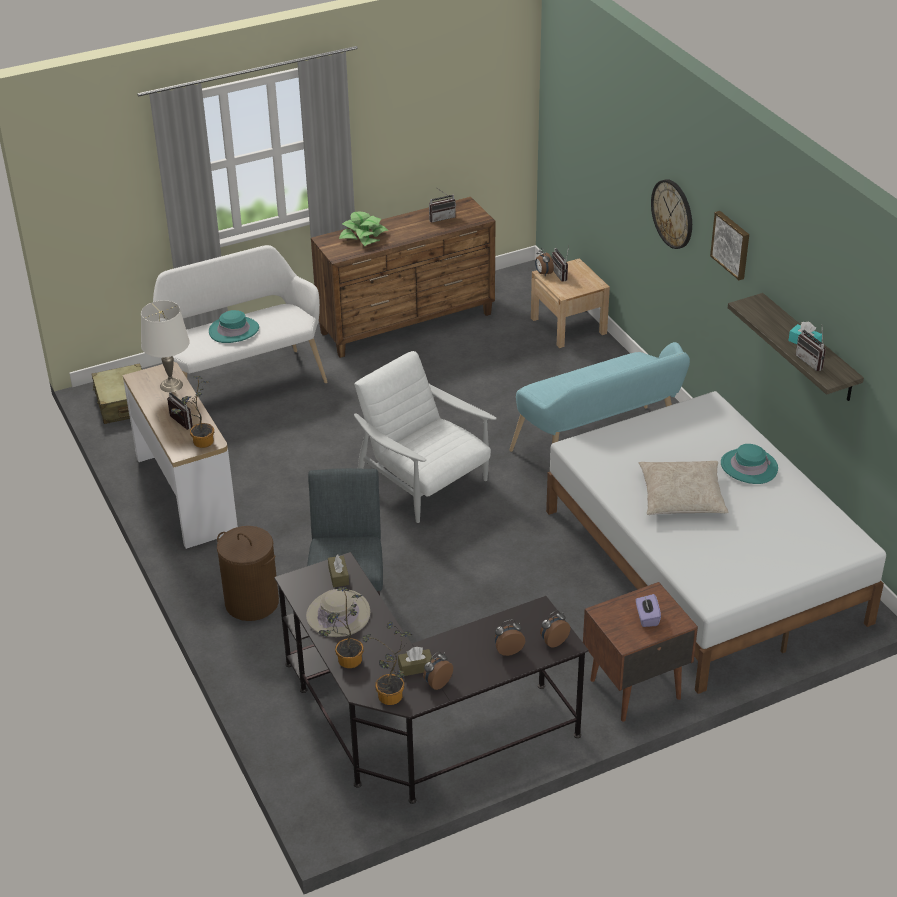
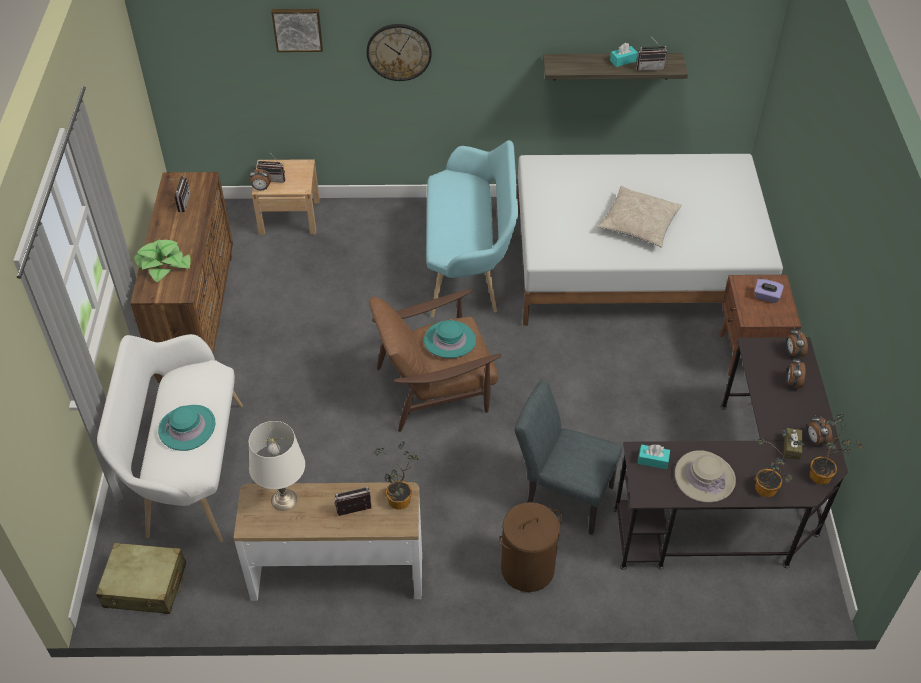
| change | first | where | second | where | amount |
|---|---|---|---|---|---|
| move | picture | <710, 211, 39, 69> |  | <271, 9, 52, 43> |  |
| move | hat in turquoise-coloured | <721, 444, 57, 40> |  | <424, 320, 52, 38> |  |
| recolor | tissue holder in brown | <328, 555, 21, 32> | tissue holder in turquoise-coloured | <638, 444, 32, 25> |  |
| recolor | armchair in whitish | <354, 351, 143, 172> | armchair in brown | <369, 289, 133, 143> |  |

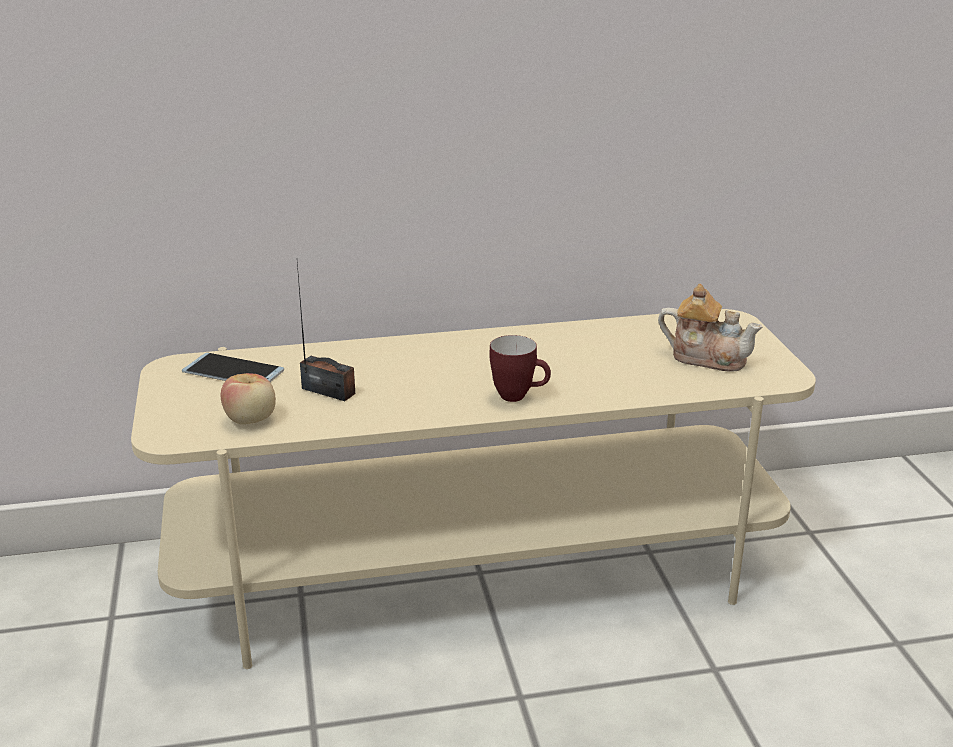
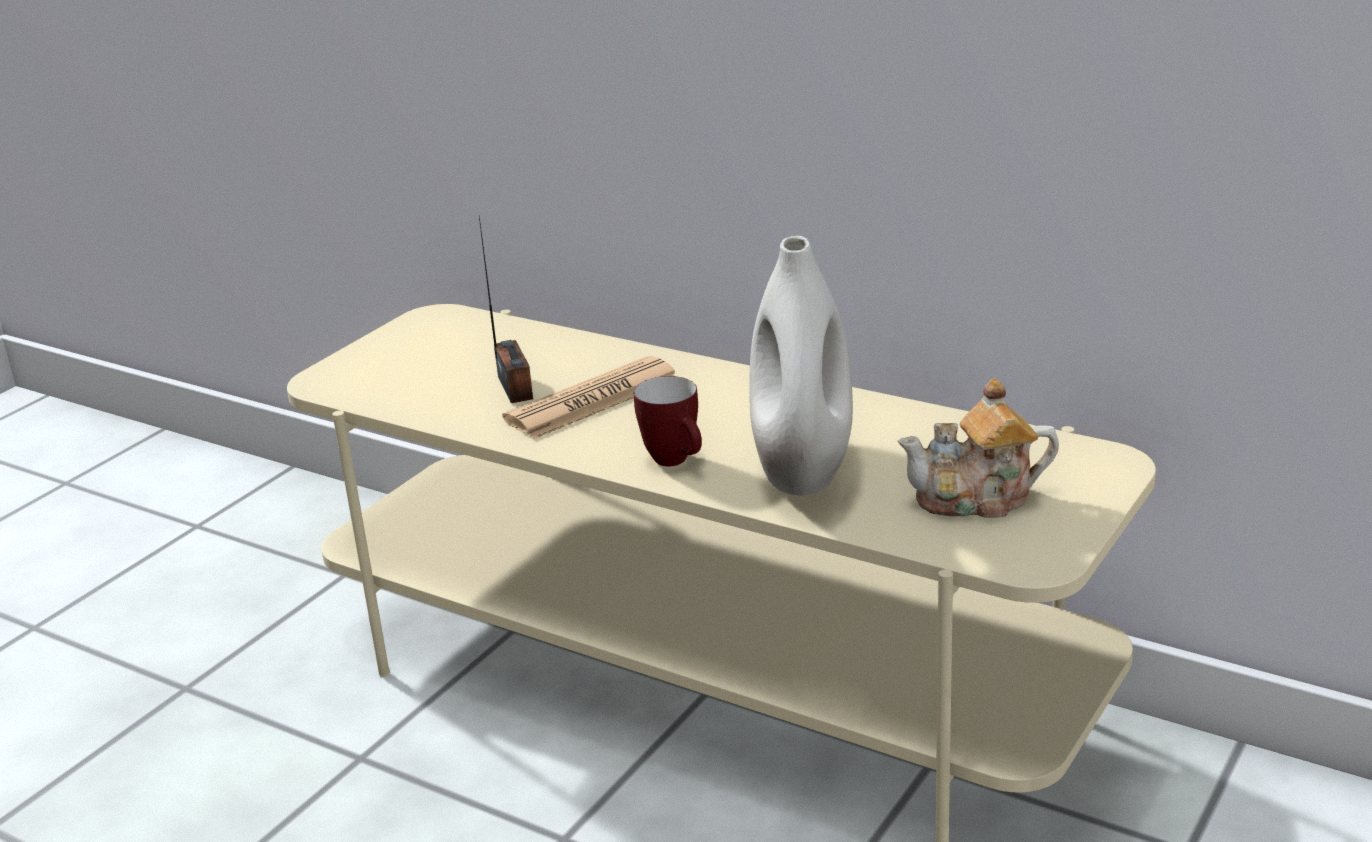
| change | first | where | second | where | amount |
|---|---|---|---|---|---|
| delete | telephone | <182, 353, 102, 29> |  |  |  |
| delete | apple | <221, 373, 55, 51> |  |  |  |
| insert |  |  | printed paper | <502, 356, 173, 83> |  |
| insert |  |  | decorative vase in whitish | <749, 236, 104, 260> |  |
| rotate | teapot | <658, 284, 105, 87> |  | <898, 378, 161, 140> | 105 degrees clockwise |

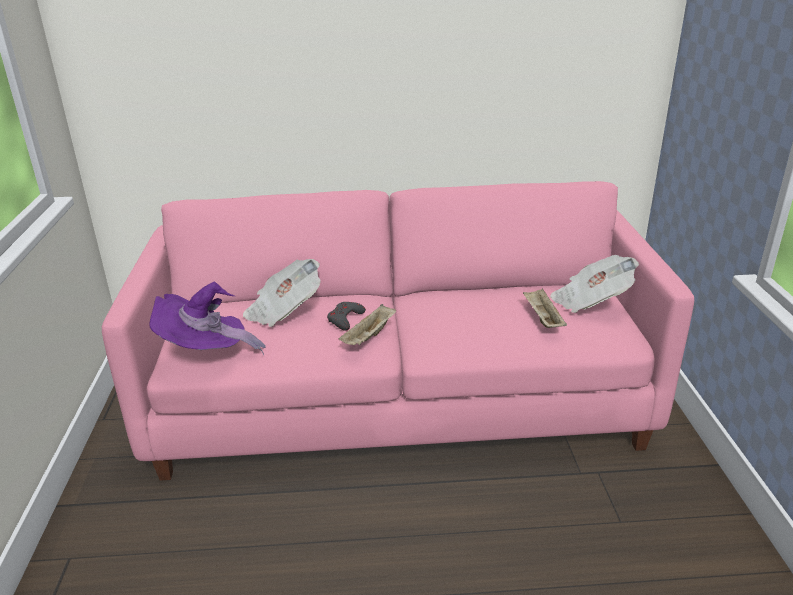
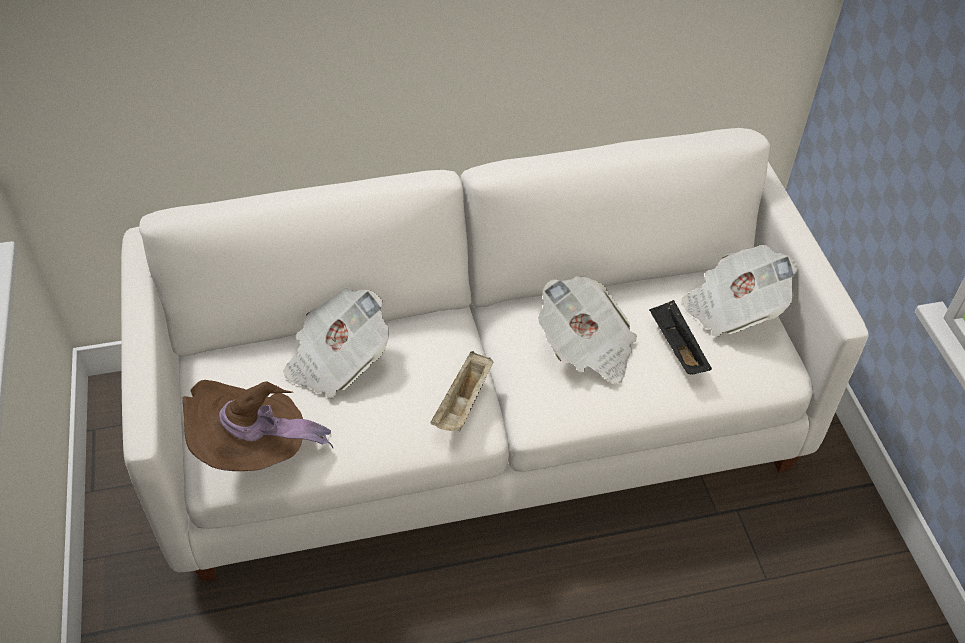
| change | first | where | second | where | amount |
|---|---|---|---|---|---|
| delete | gamepad in gray | <327, 302, 39, 29> |  |  |  |
| insert |  |  | printed paper | <538, 276, 99, 108> |  |
| recolor | couch in pink | <102, 181, 592, 300> | couch in whitish | <121, 128, 748, 454> |  |
| recolor | hat in purplish | <149, 282, 117, 74> | hat in brown | <182, 380, 151, 91> |  |
| recolor | serving tray in sand-coloured | <523, 288, 44, 40> | serving tray in black | <649, 300, 63, 74> |  |

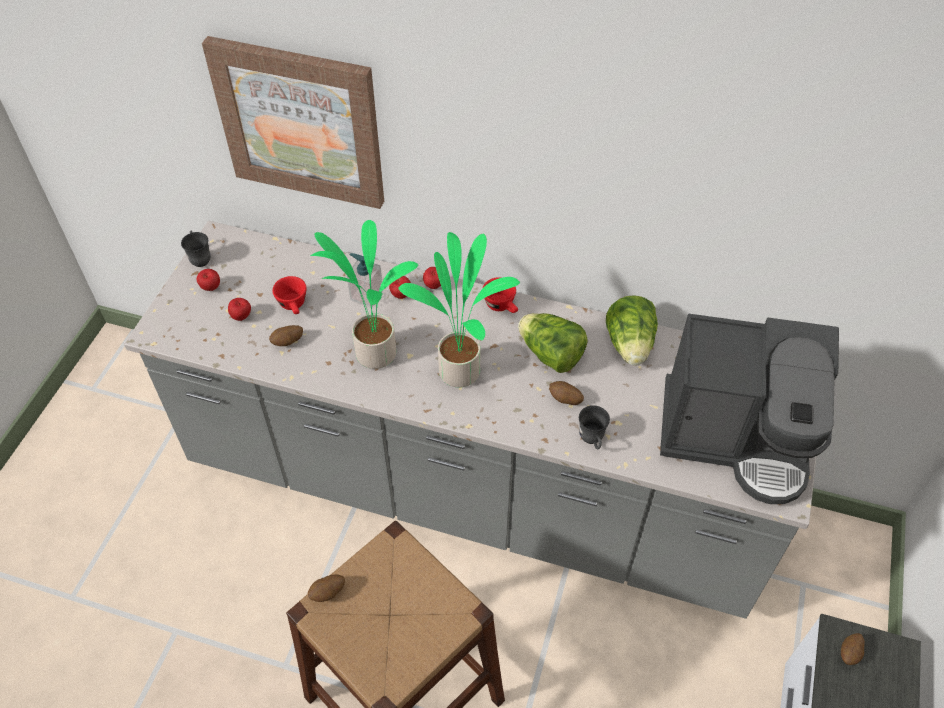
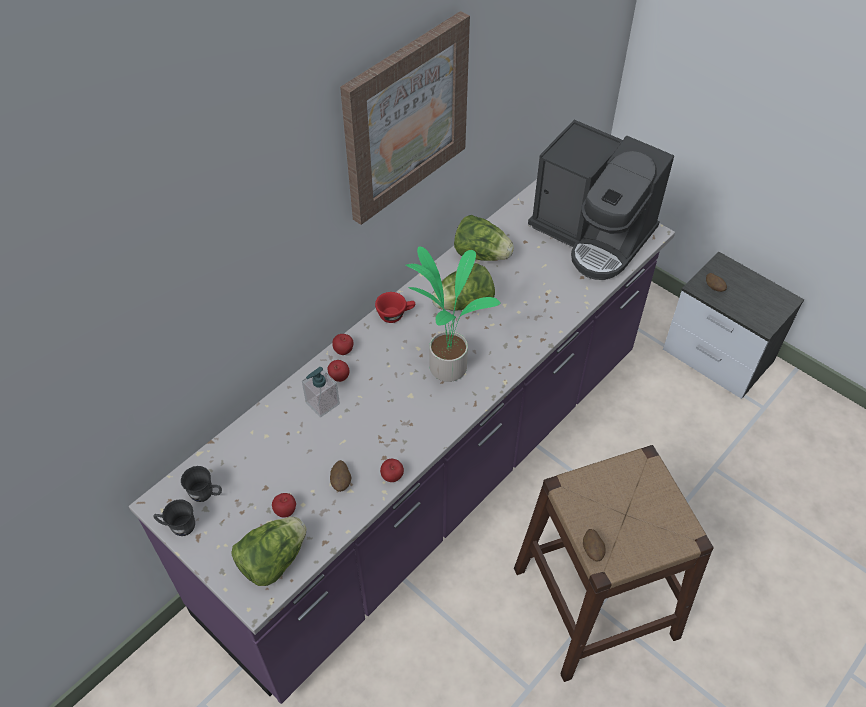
| change | first | where | second | where | amount |
|---|---|---|---|---|---|
| delete | cup in red-coloured | <272, 276, 35, 38> |  |  |  |
| delete | houseplant | <310, 220, 108, 149> |  |  |  |
| delete | spud | <549, 381, 35, 24> |  |  |  |
| insert |  |  | lettuce head | <231, 517, 76, 69> |  |
| move | apple | <197, 269, 23, 22> |  | <380, 459, 24, 23> |  |
| move | picture | <202, 36, 182, 173> |  | <340, 11, 130, 214> |  |
| move | coffee mug in gray | <579, 405, 31, 44> |  | <181, 466, 41, 36> |  |
| recolor | kitchen counter in gray | <124, 221, 692, 398> | kitchen counter in purplish | <129, 179, 546, 525> |  |
| rotate | coffee machine | <660, 313, 179, 191> |  | <528, 120, 146, 160> | 90 degrees clockwise |

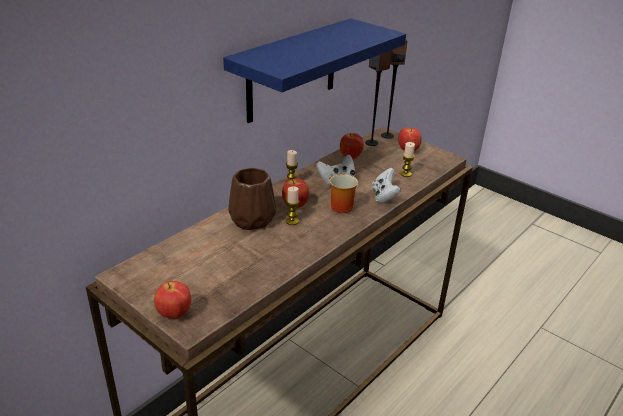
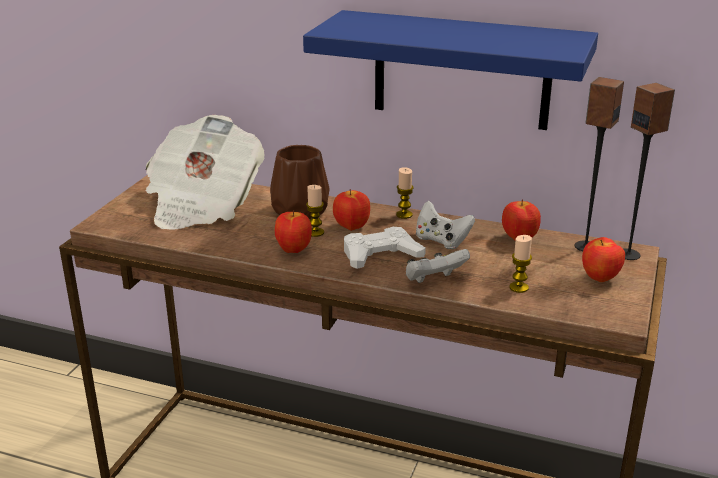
| change | first | where | second | where | amount |
|---|---|---|---|---|---|
| insert |  |  | printed paper | <145, 115, 120, 115> |  |
| move | apple | <154, 281, 37, 38> |  | <275, 211, 37, 42> |  |
| replace | coffee mug | <329, 174, 29, 39> | gamepad in whitish | <344, 227, 82, 42> |  |

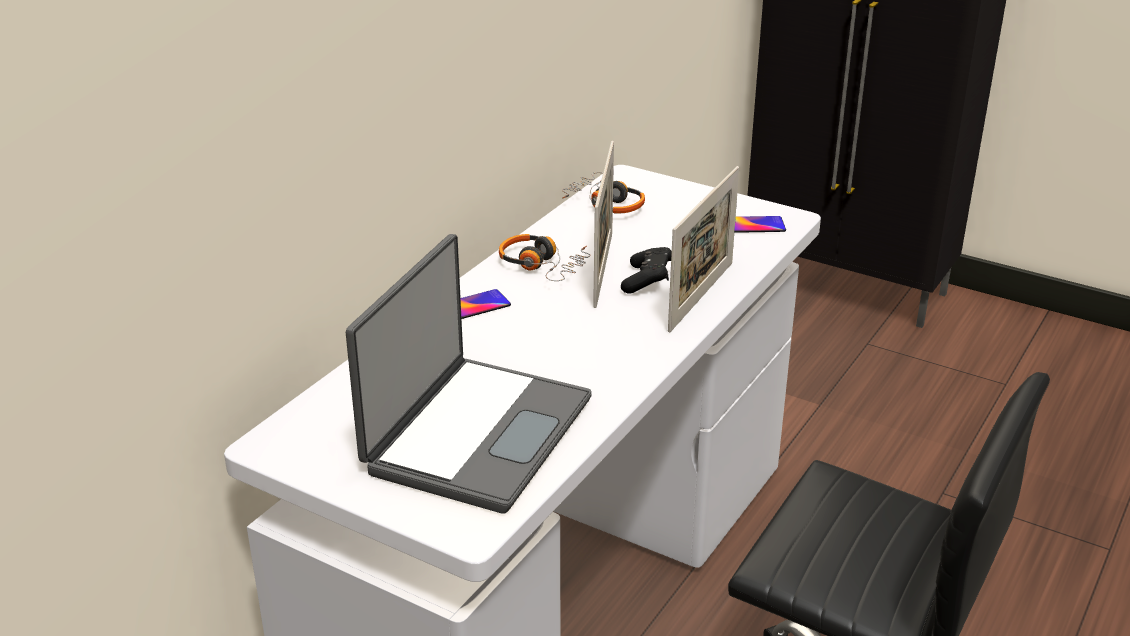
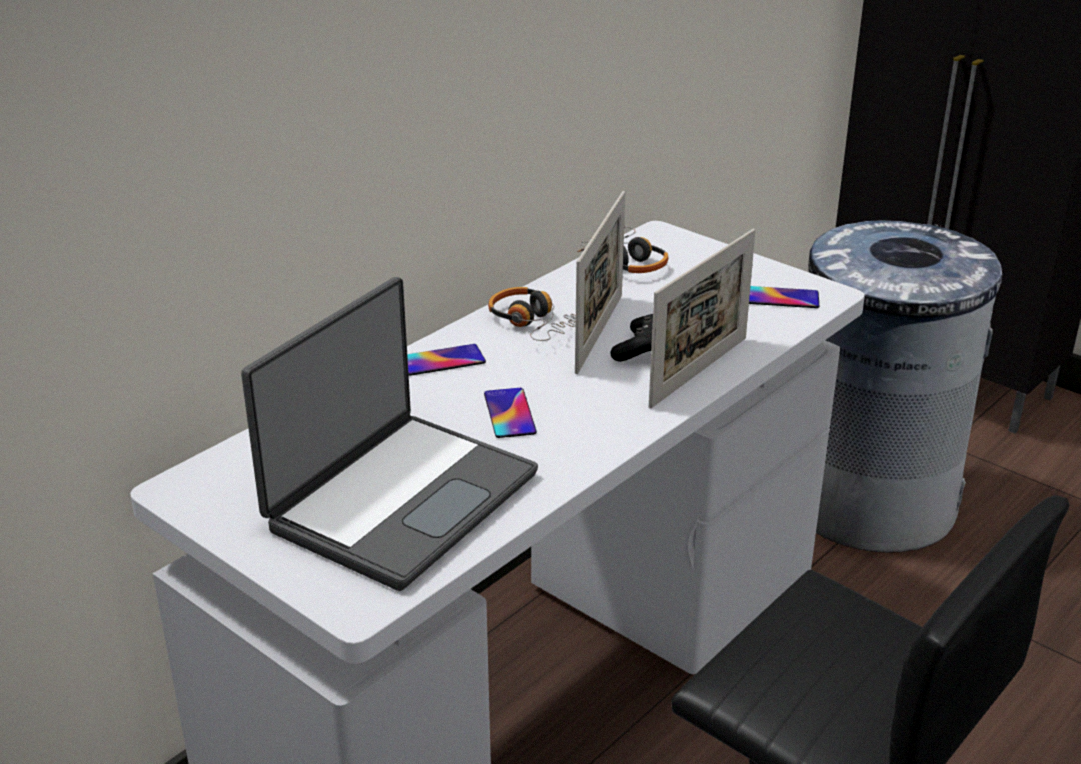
| change | first | where | second | where | amount |
|---|---|---|---|---|---|
| insert |  |  | telephone | <484, 388, 53, 50> |  |
| insert |  |  | waste bin in gray | <808, 220, 194, 333> |  |

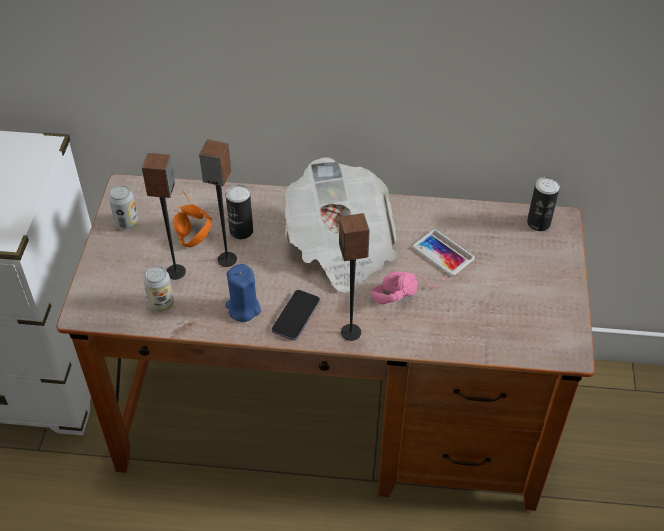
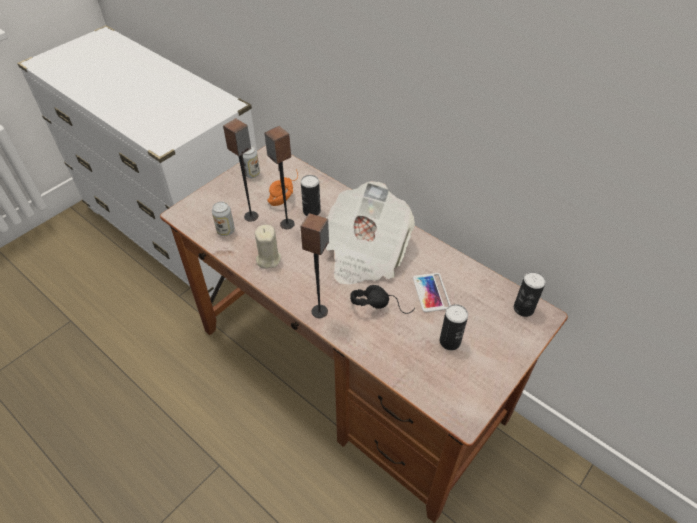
| change | first | where | second | where | amount |
|---|---|---|---|---|---|
| delete | telephone | <272, 290, 48, 50> |  |  |  |
| insert |  |  | can | <440, 304, 28, 46> |  |
| recolor | wax candle in bluish | <225, 264, 36, 58> | wax candle in sand-coloured | <255, 225, 26, 44> |  |
| recolor | pair of headphones in pink | <371, 271, 75, 33> | pair of headphones in black | <350, 285, 65, 29> |  |

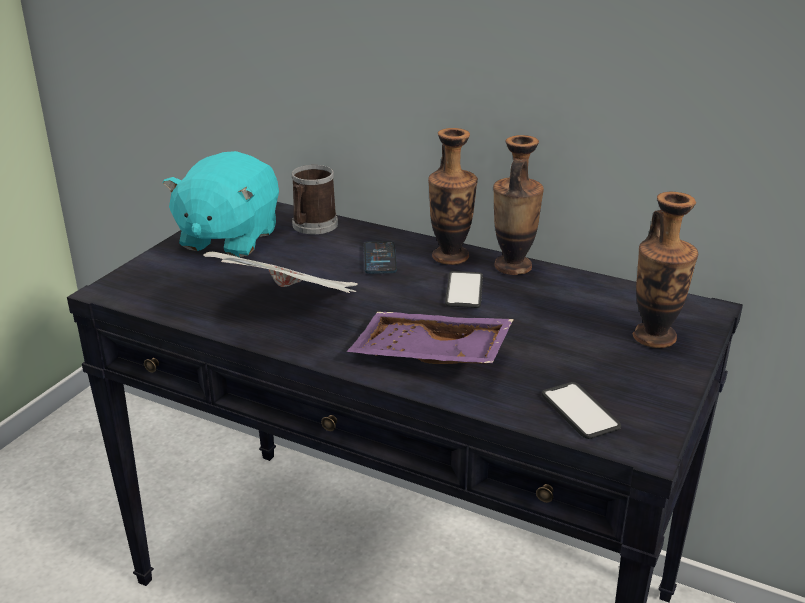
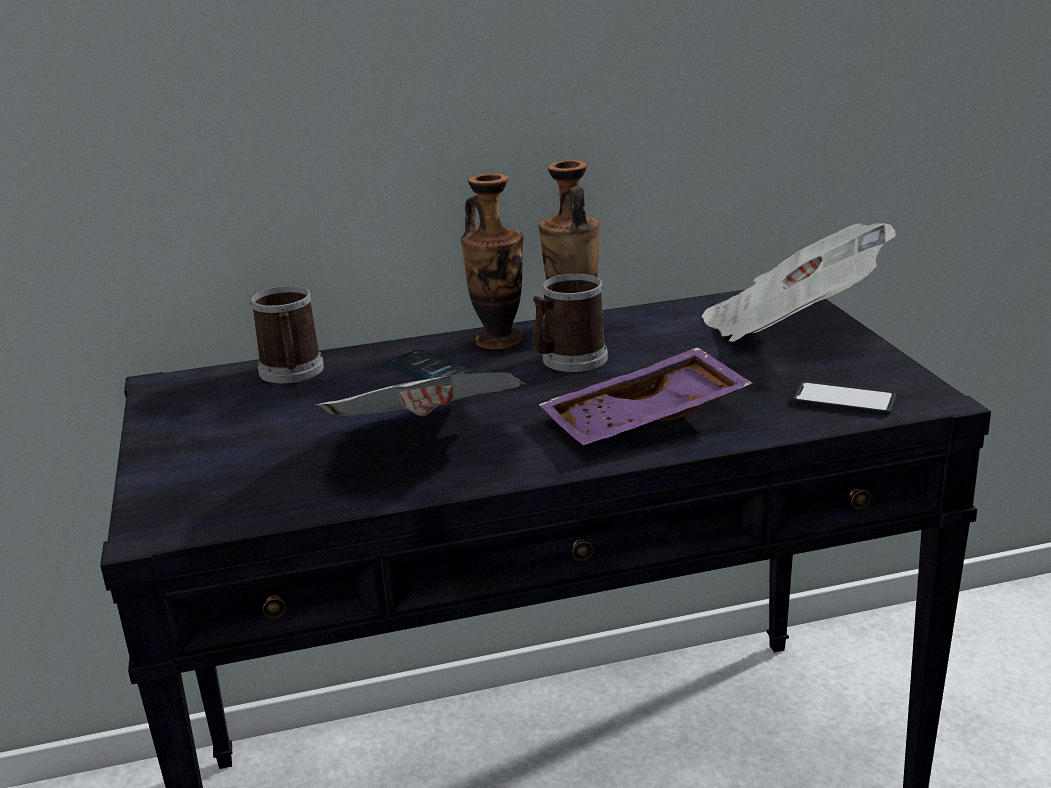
| change | first | where | second | where | amount |
|---|---|---|---|---|---|
| delete | cuddly toy in turquoise-coloured | <163, 151, 116, 106> |  |  |  |
| replace | telephone | <445, 271, 38, 37> | coffee mug | <533, 274, 75, 98> |  |
| replace | decorative vase | <632, 192, 66, 156> | printed paper | <701, 223, 195, 119> |  |

